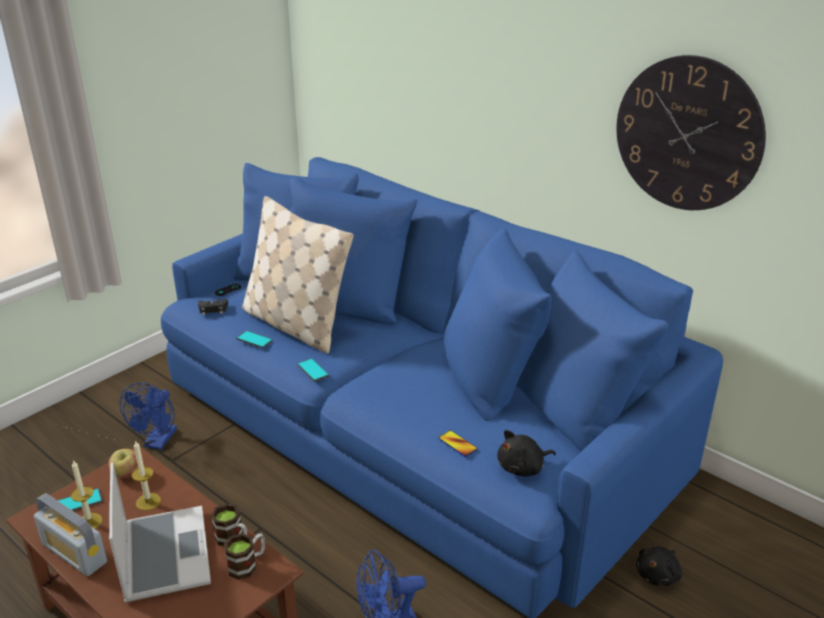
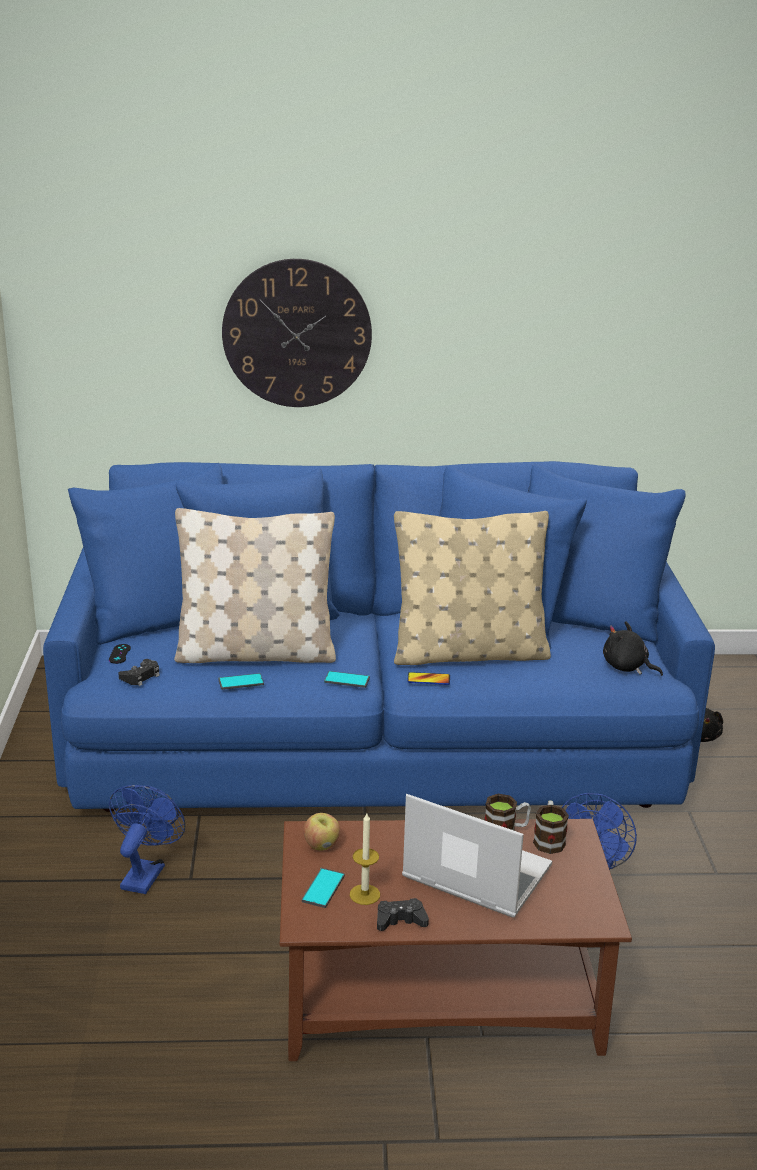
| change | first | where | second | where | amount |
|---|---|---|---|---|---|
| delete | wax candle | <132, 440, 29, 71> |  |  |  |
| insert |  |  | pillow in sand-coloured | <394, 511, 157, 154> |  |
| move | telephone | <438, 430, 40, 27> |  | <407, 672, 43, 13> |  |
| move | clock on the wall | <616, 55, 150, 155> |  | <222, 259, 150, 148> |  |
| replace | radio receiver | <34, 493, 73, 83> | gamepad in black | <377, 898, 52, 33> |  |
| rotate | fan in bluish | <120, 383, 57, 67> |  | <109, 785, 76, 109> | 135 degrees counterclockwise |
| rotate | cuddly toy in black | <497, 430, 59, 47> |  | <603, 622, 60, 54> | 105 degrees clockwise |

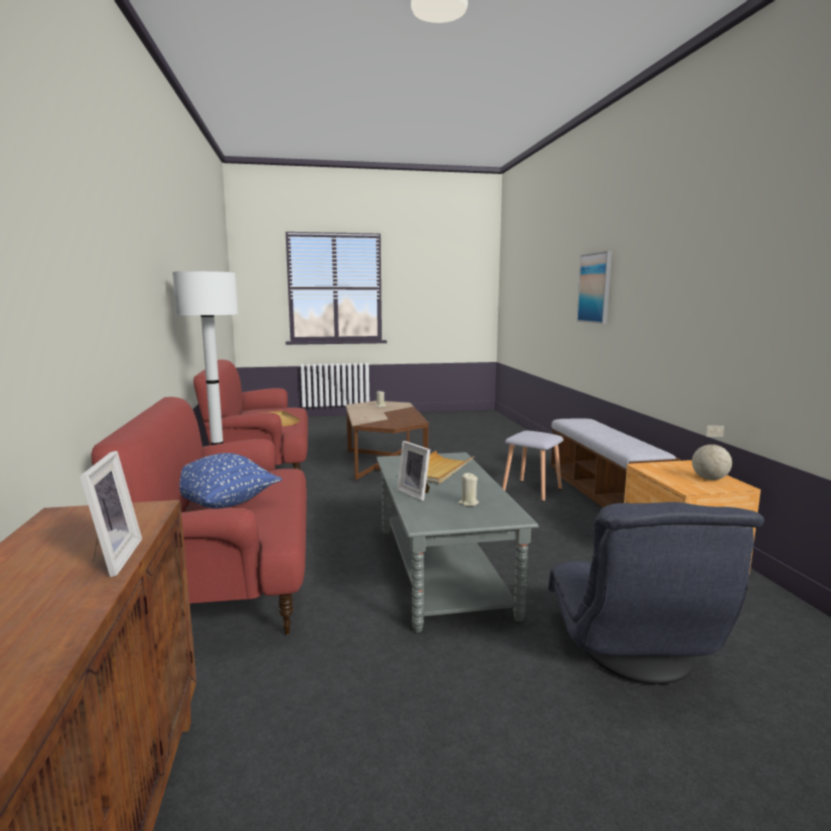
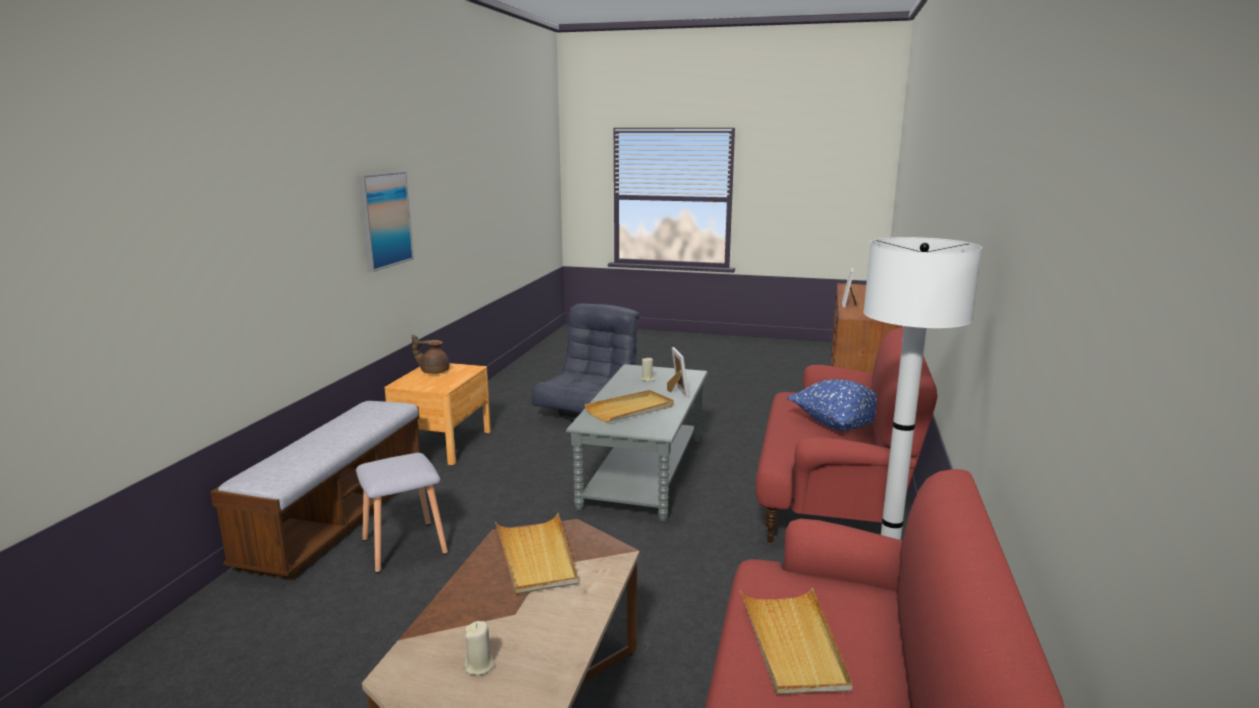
| change | first | where | second | where | amount |
|---|---|---|---|---|---|
| insert |  |  | serving tray in sand-coloured | <495, 513, 83, 82> |  |
| move | picture | <577, 251, 35, 73> |  | <358, 172, 56, 100> |  |
| replace | desk globe | <692, 426, 40, 54> | teapot in brown | <412, 334, 38, 40> |  |

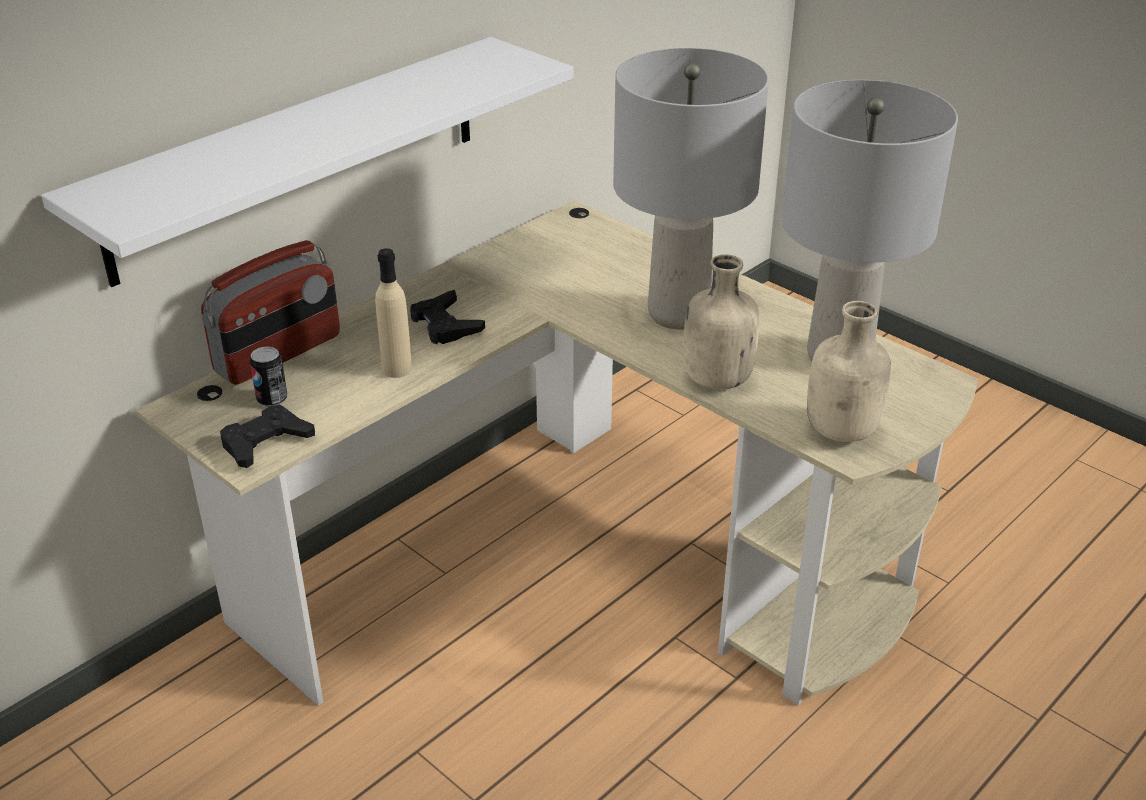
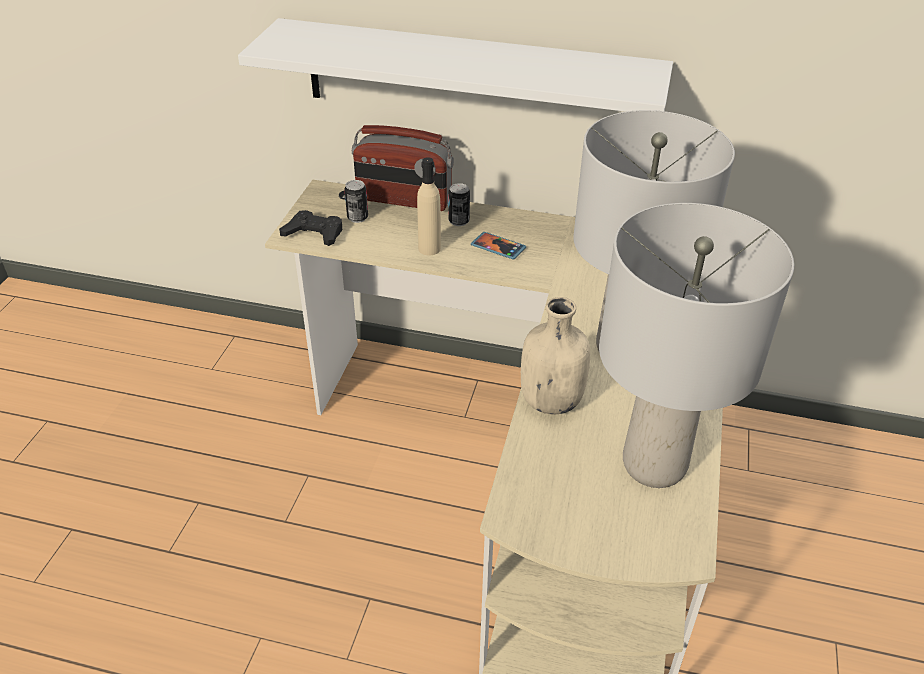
| change | first | where | second | where | amount |
|---|---|---|---|---|---|
| delete | bottle in sand-coloured | <807, 301, 84, 141> |  |  |  |
| insert |  |  | can | <449, 183, 21, 43> |  |
| replace | gamepad in black | <410, 290, 75, 54> | telephone | <471, 232, 55, 28> |  |

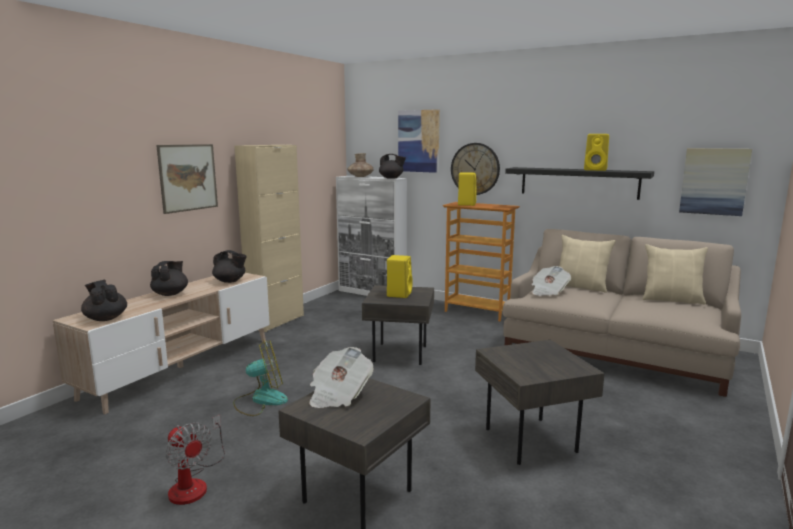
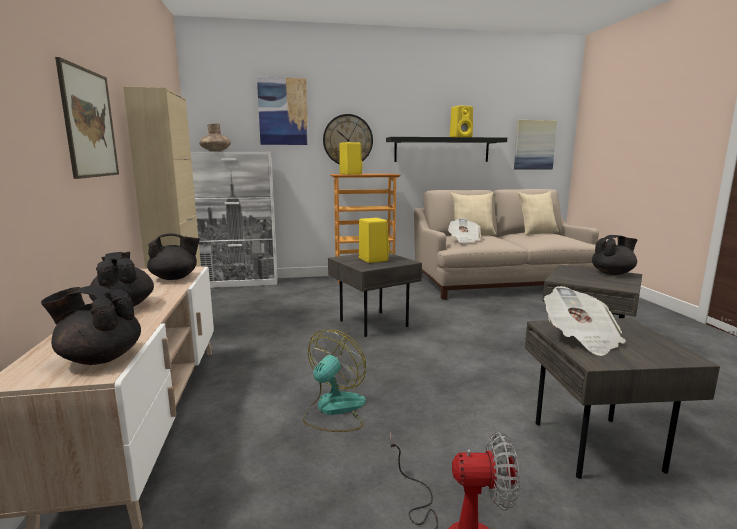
| change | first | where | second | where | amount |
|---|---|---|---|---|---|
| move | teapot in black | <379, 154, 27, 25> |  | <592, 235, 46, 40> |  |

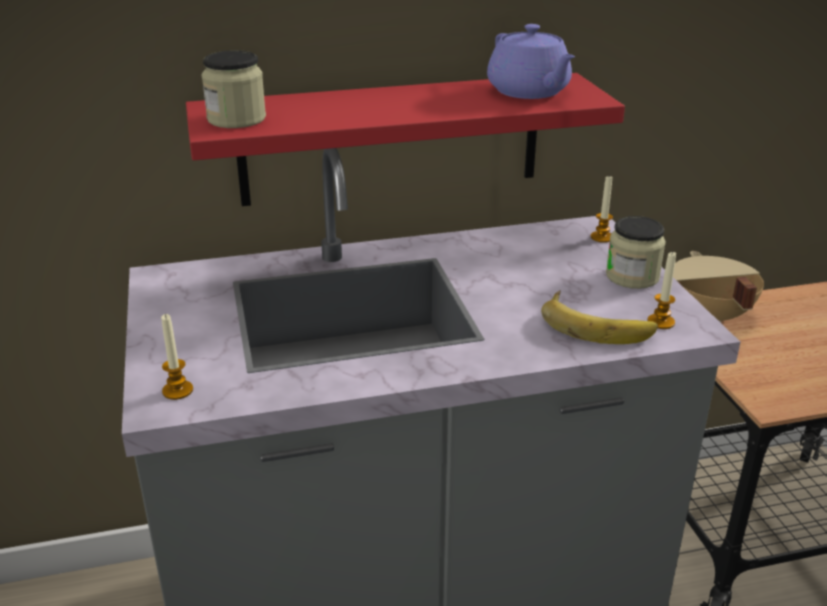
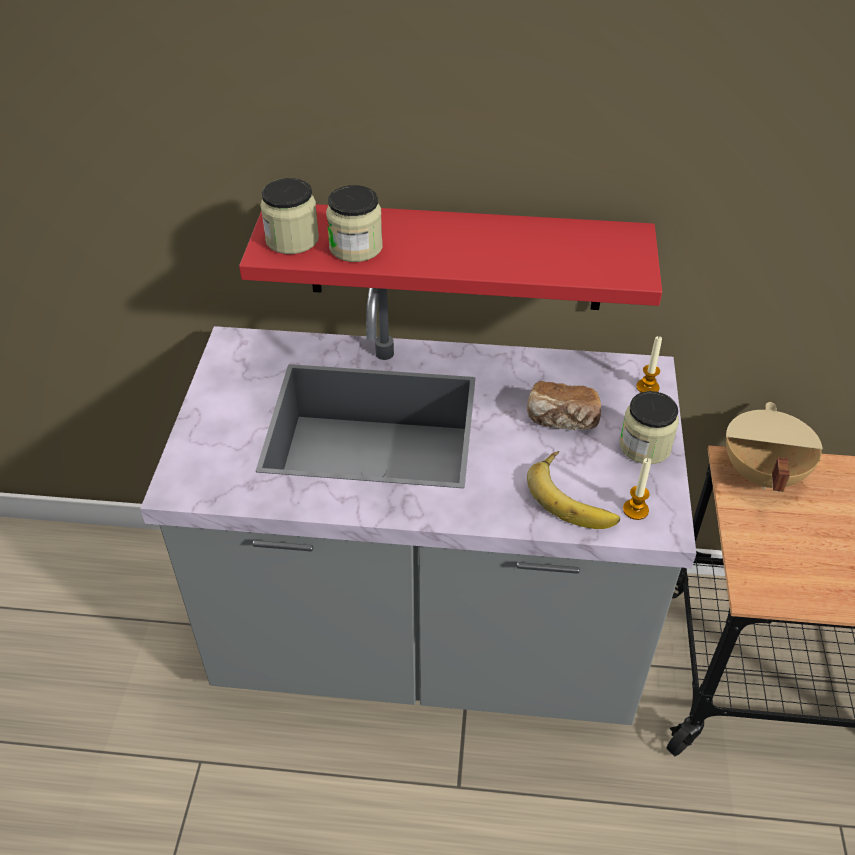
| change | first | where | second | where | amount |
|---|---|---|---|---|---|
| delete | wax candle | <161, 314, 32, 86> |  |  |  |
| delete | teapot in purplish | <487, 24, 88, 75> |  |  |  |
| insert |  |  | storage jar | <326, 185, 57, 77> |  |
| insert |  |  | bread | <527, 381, 74, 49> |  |

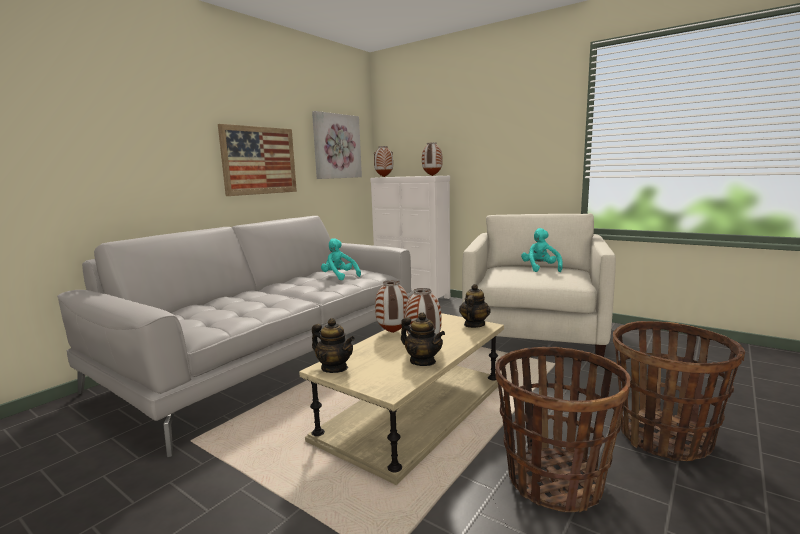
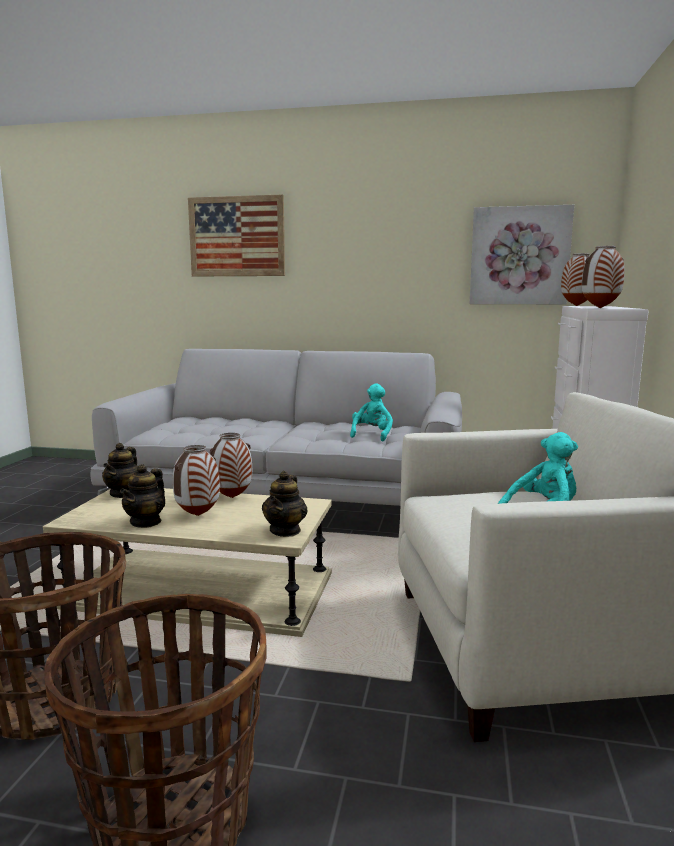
| change | first | where | second | where | amount |
|---|---|---|---|---|---|
| move | picture | <218, 124, 79, 72> |  | <188, 194, 97, 83> |  |
| rotate | teapot | <459, 284, 32, 44> |  | <262, 471, 46, 66> | 105 degrees clockwise |

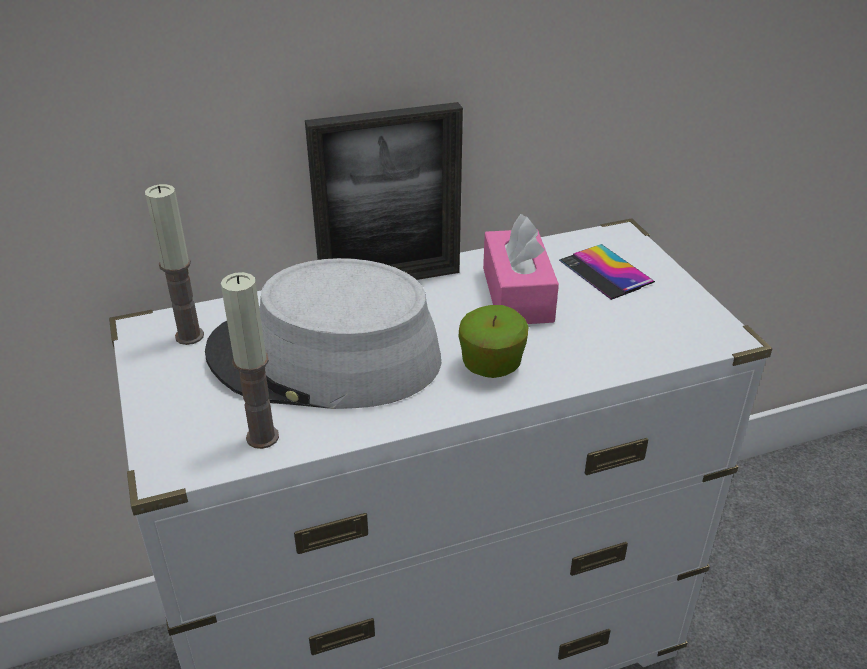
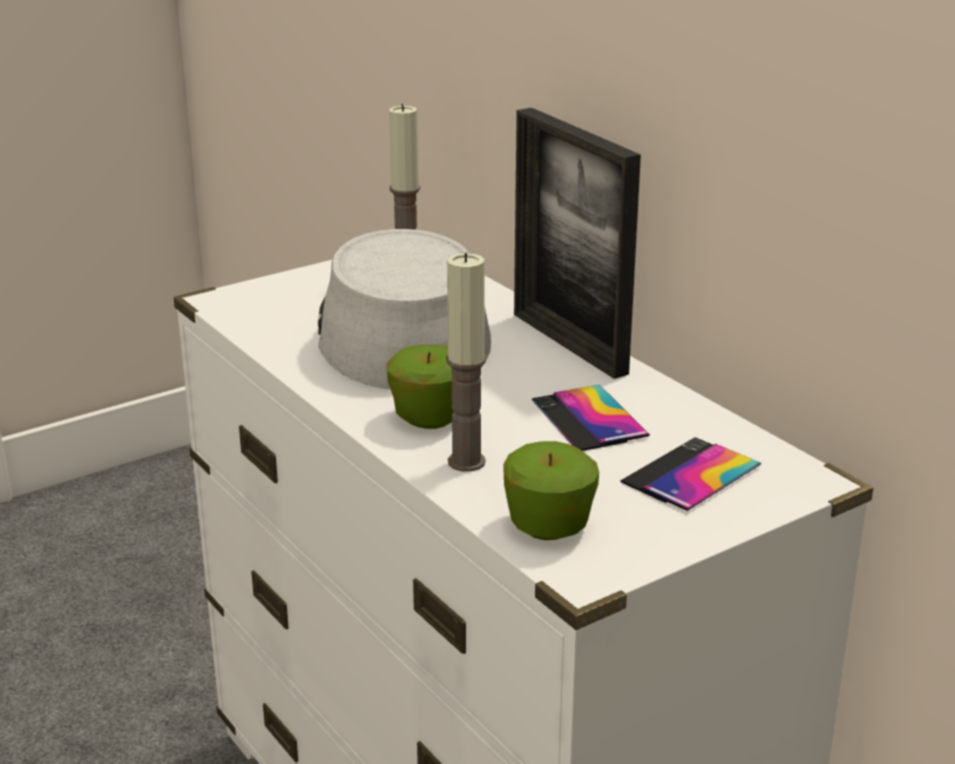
| change | first | where | second | where | amount |
|---|---|---|---|---|---|
| insert |  |  | apple | <503, 441, 96, 99> |  |
| move | wax candle | <221, 272, 58, 177> |  | <446, 253, 40, 219> |  |
| replace | tissue holder in pink | <483, 214, 76, 110> | telephone | <532, 385, 118, 66> |  |

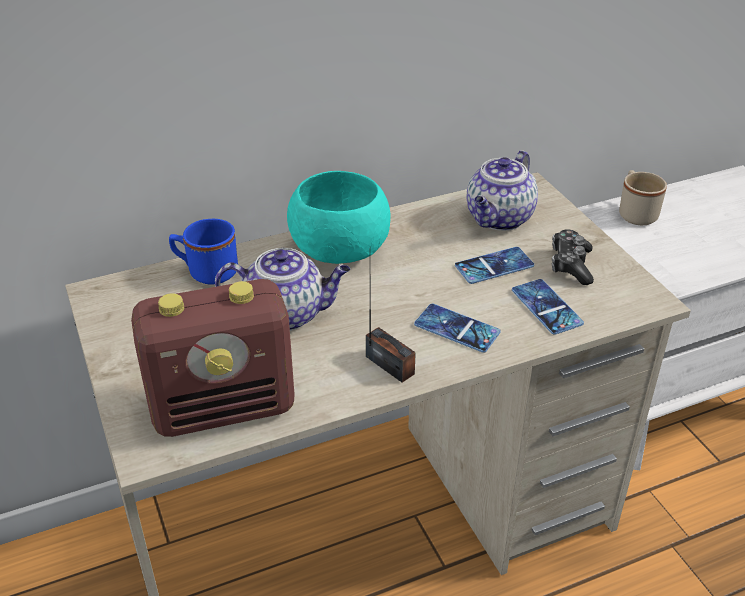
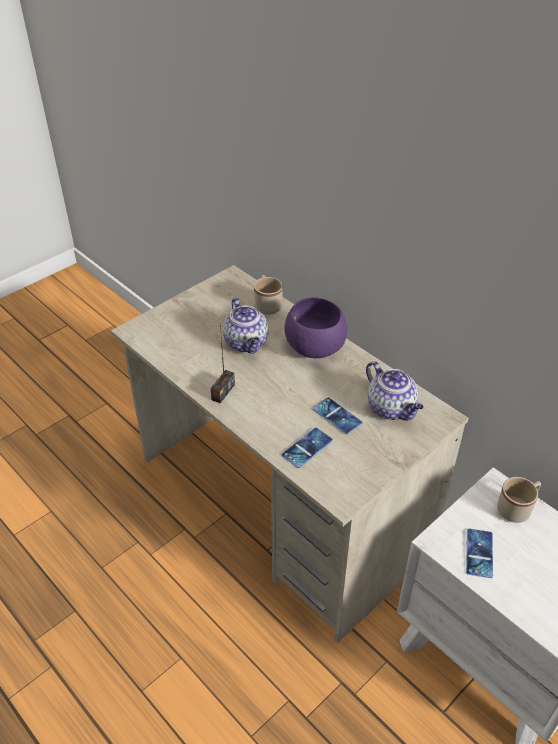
| change | first | where | second | where | amount |
|---|---|---|---|---|---|
| delete | radio receiver | <131, 279, 164, 158> |  |  |  |
| delete | gamepad | <552, 229, 42, 56> |  |  |  |
| move | telephone | <414, 304, 87, 49> |  | <466, 529, 27, 49> |  |
| recolor | coffee mug in bluish | <169, 219, 69, 66> | coffee mug in sand-coloured | <254, 275, 29, 40> |  |
| recolor | serving bowl in turquoise-coloured | <287, 171, 103, 93> | serving bowl in purplish | <284, 297, 63, 61> |  |
| rotate | teapot | <467, 150, 71, 81> |  | <366, 361, 58, 60> | 135 degrees counterclockwise |

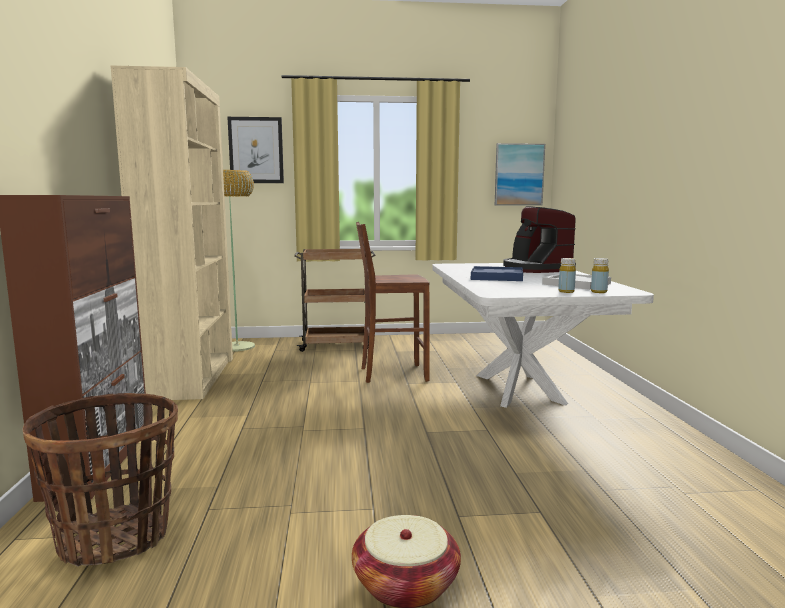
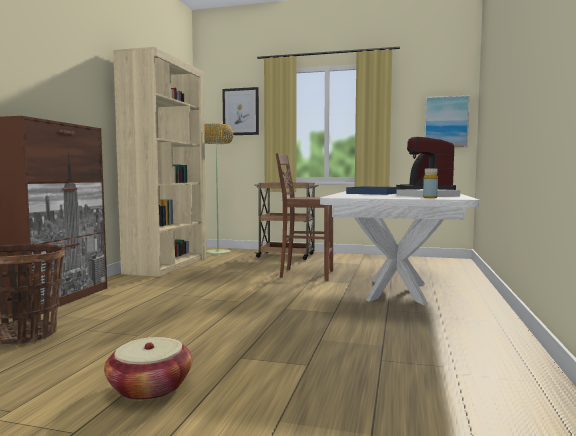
| change | first | where | second | where | amount |
|---|---|---|---|---|---|
| delete | bottle in yellow | <558, 258, 18, 35> |  |  |  |

